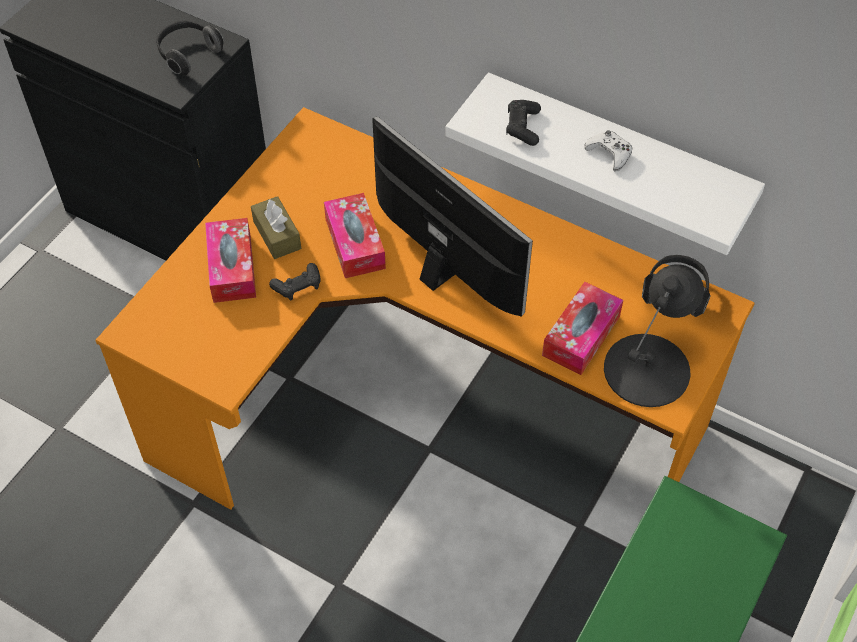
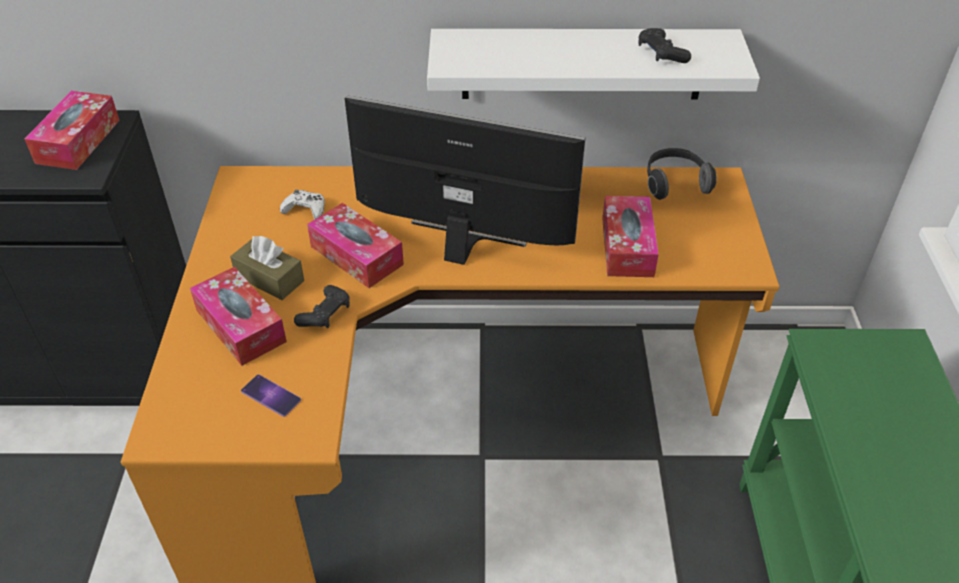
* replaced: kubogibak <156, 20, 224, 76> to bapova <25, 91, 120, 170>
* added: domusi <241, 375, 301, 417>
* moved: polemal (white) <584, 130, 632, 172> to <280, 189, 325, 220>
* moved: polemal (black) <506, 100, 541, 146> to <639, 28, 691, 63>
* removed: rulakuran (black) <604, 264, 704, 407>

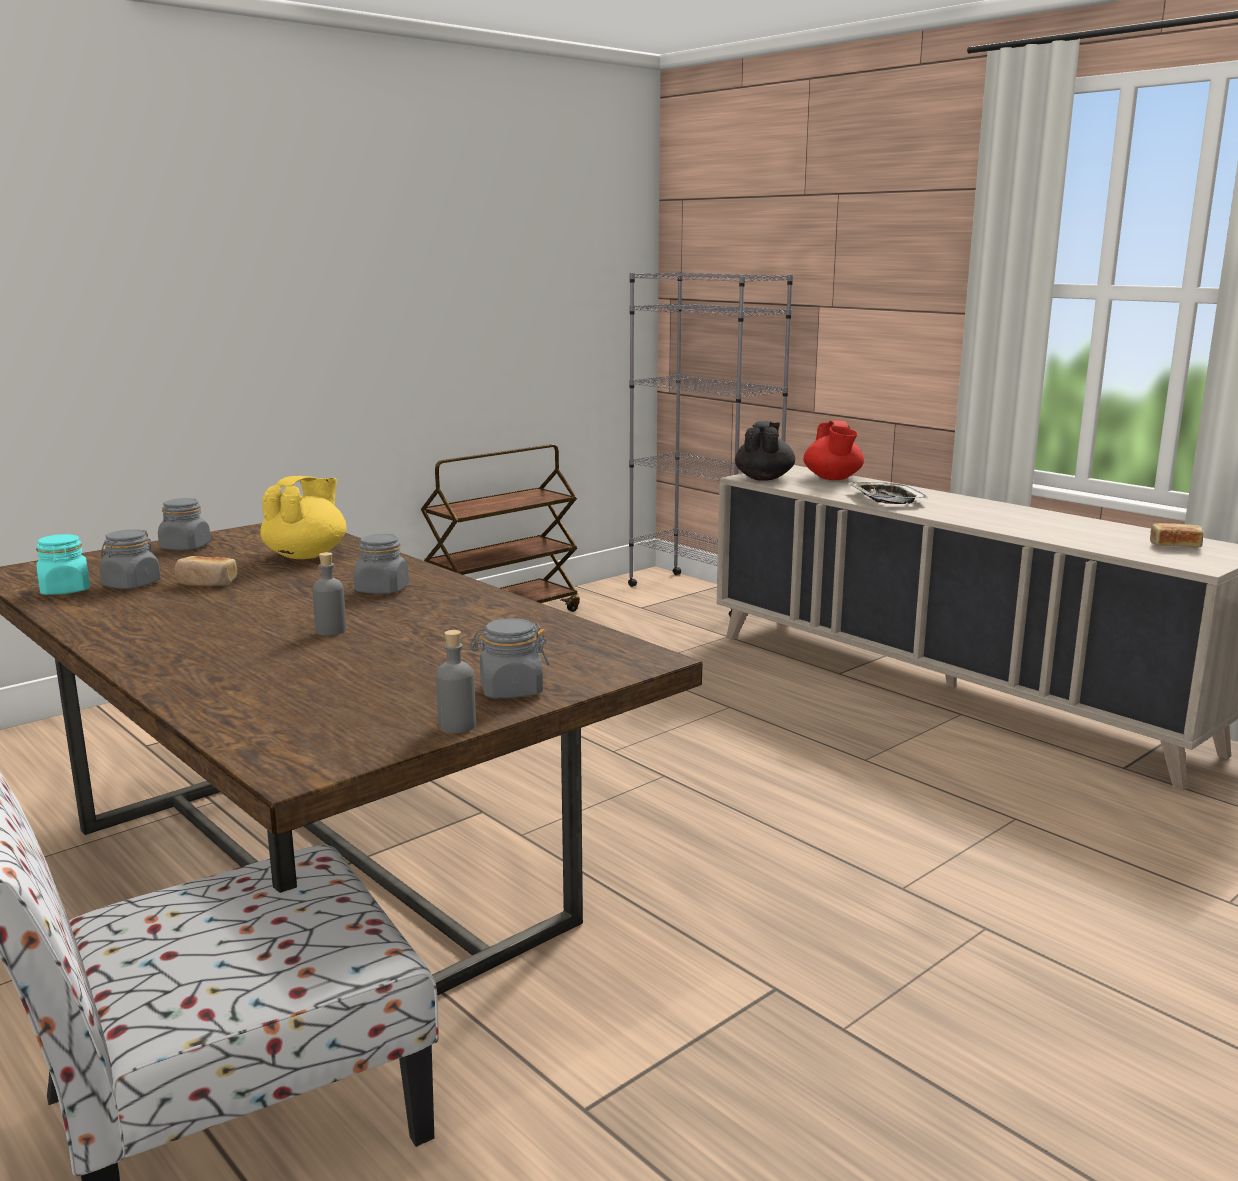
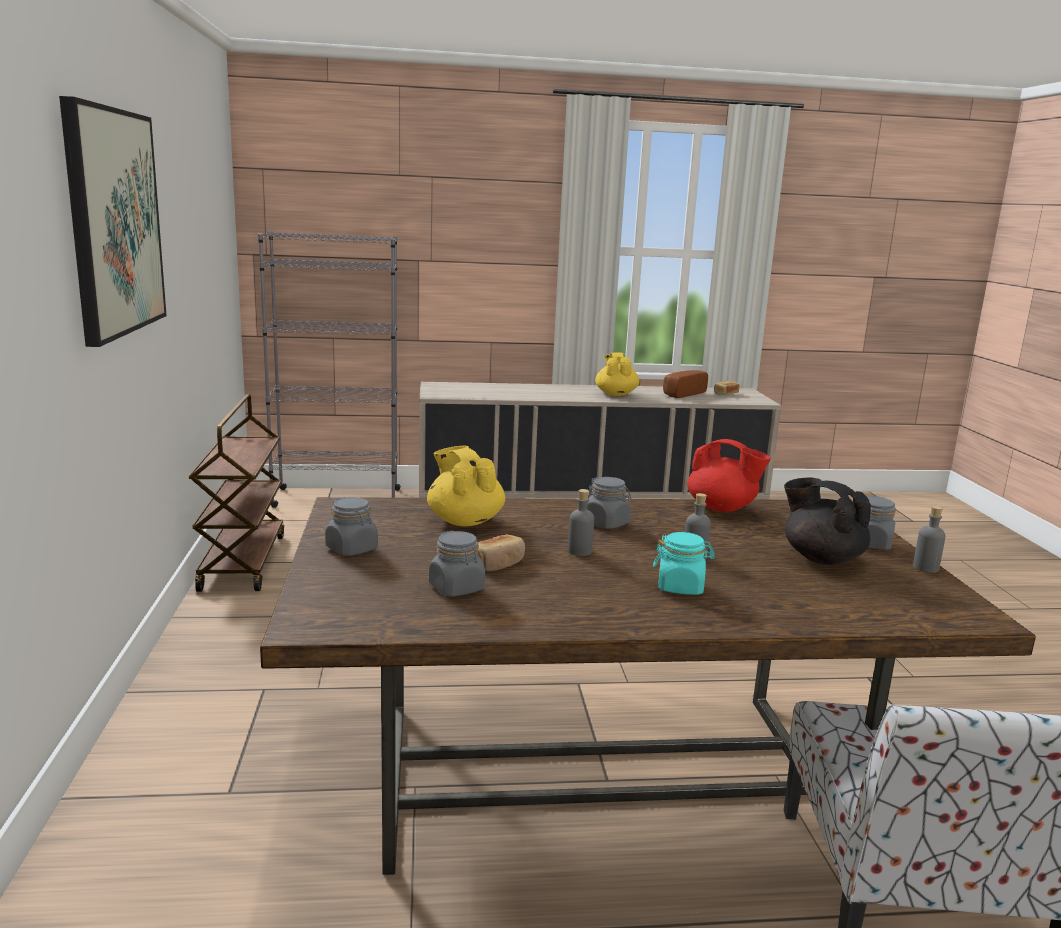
* added: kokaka <59, 96, 167, 347>
* added: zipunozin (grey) <568, 489, 594, 556>
* added: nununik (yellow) <595, 352, 639, 396>
* moved: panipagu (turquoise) <36, 534, 90, 595> to <653, 532, 715, 595>
* added: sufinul <663, 370, 708, 398>
* moved: nununik (red) <803, 421, 864, 480> to <687, 439, 771, 512>
* moved: nununik (black) <735, 421, 795, 481> to <784, 477, 871, 565>
* removed: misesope <848, 482, 928, 504>

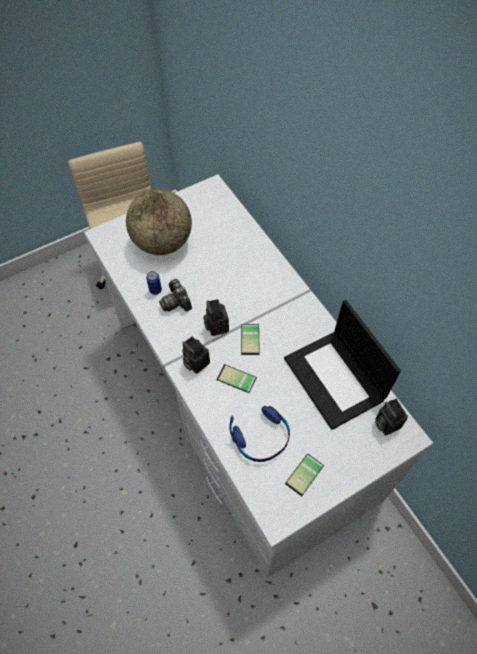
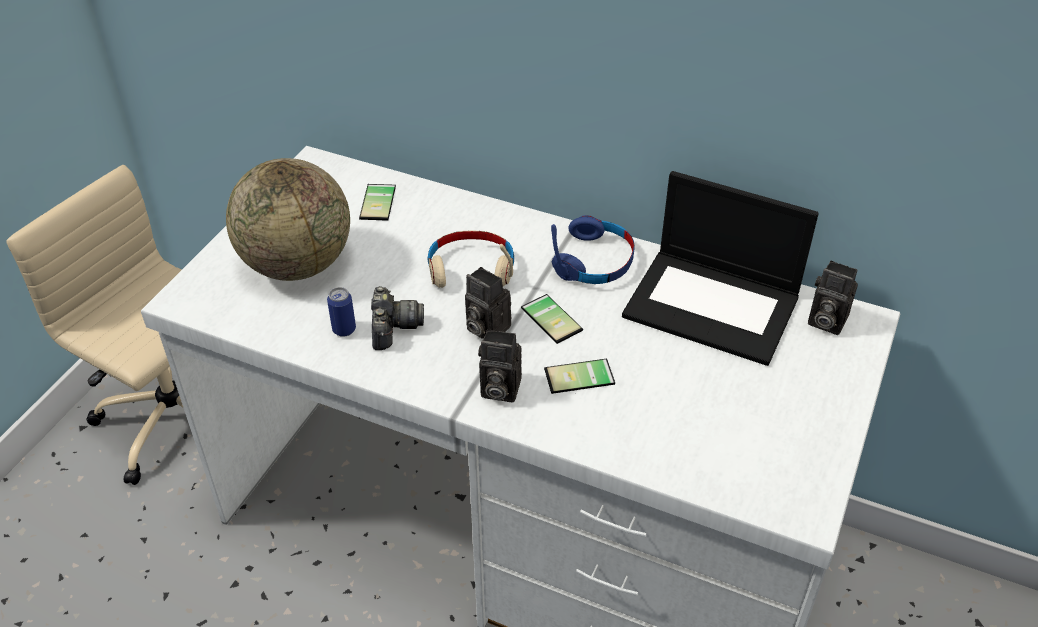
* moved: domusi <285, 453, 324, 496> to <359, 184, 396, 221>
* turned: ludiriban <159, 279, 192, 311> = <371, 286, 424, 350> 120 degrees counterclockwise
* added: kubogibak (beige) <428, 231, 514, 288>
* moved: kubogibak (blue) <229, 406, 290, 462> to <551, 215, 635, 284>

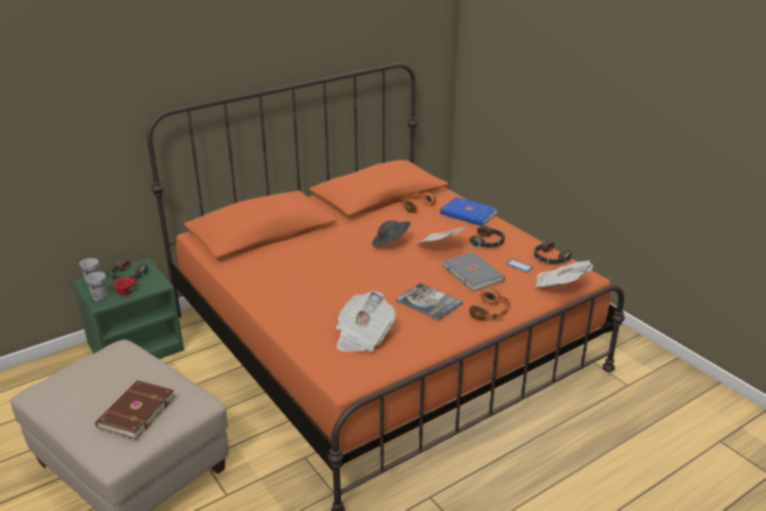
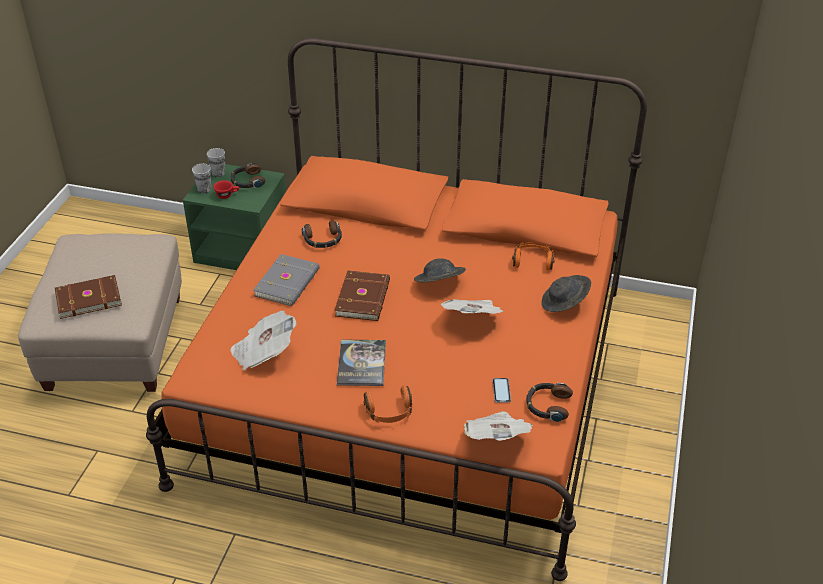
* moved: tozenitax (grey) <443, 252, 505, 292> to <253, 254, 320, 306>
* moved: kubogibak <469, 225, 505, 247> to <302, 220, 342, 248>
* added: tozenitax (brown) <335, 270, 390, 321>
* replaced: tozenitax (blue) <440, 197, 498, 226> to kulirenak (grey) <542, 275, 591, 312>

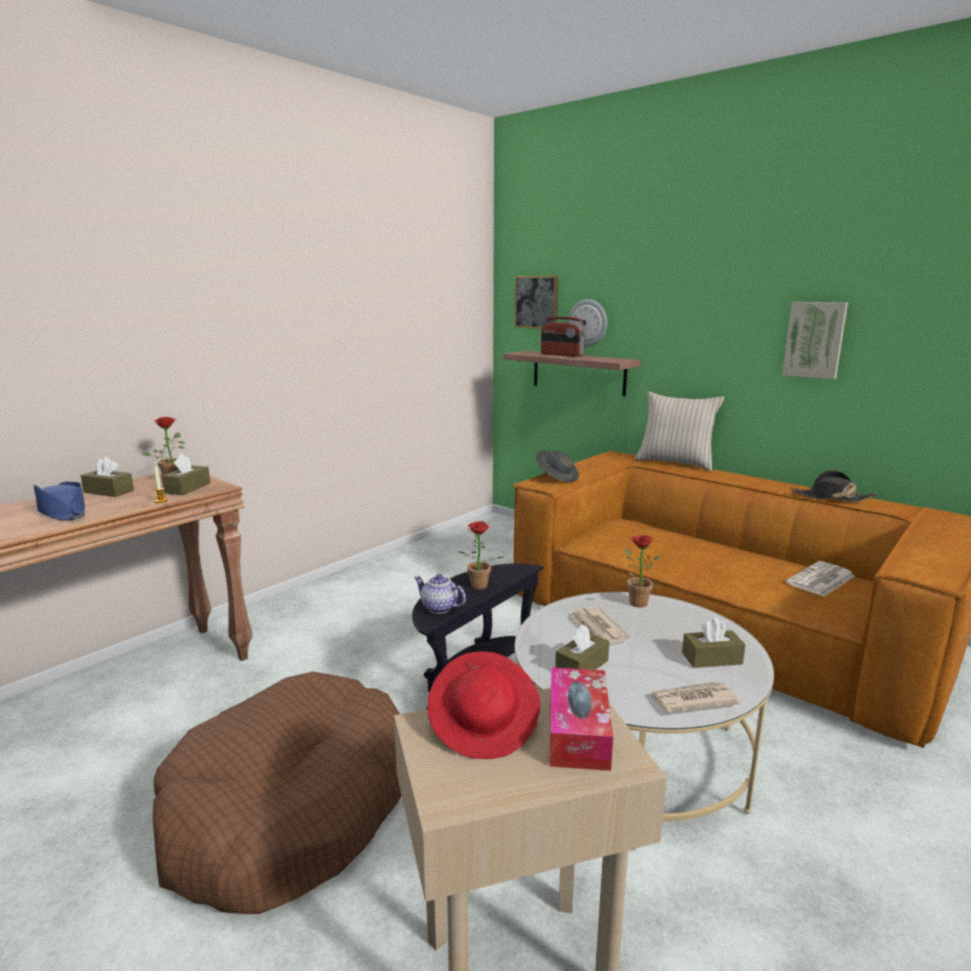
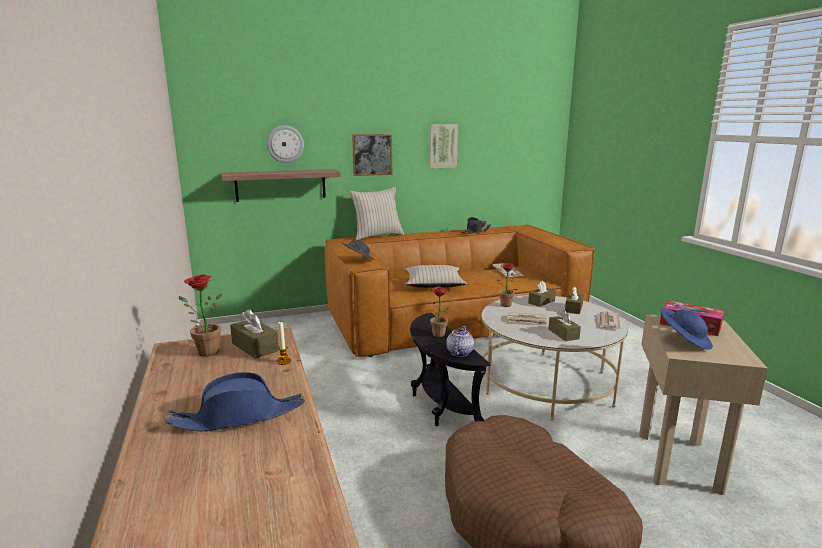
* moved: kokaka <514, 276, 558, 329> to <352, 134, 392, 176>
* added: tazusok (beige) <405, 265, 467, 288>
* turned: nununik <414, 574, 466, 614> = <446, 326, 474, 357> 135 degrees clockwise
* moved: bapova (brown) <81, 456, 134, 497> to <528, 281, 556, 307>
* recoloured: kulirenak (red) <428, 651, 540, 759> to kulirenak (blue) <661, 308, 713, 350>
* removed: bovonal <541, 317, 586, 357>

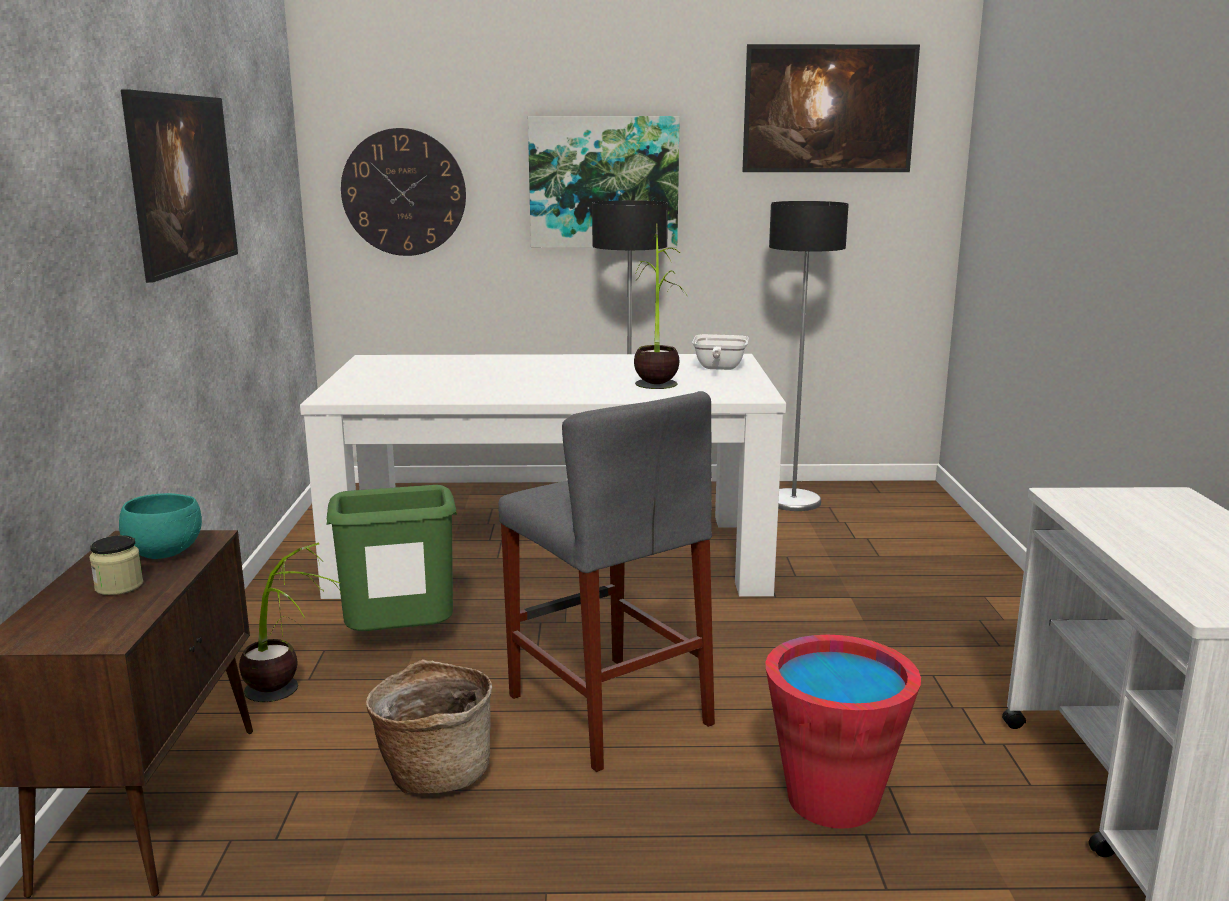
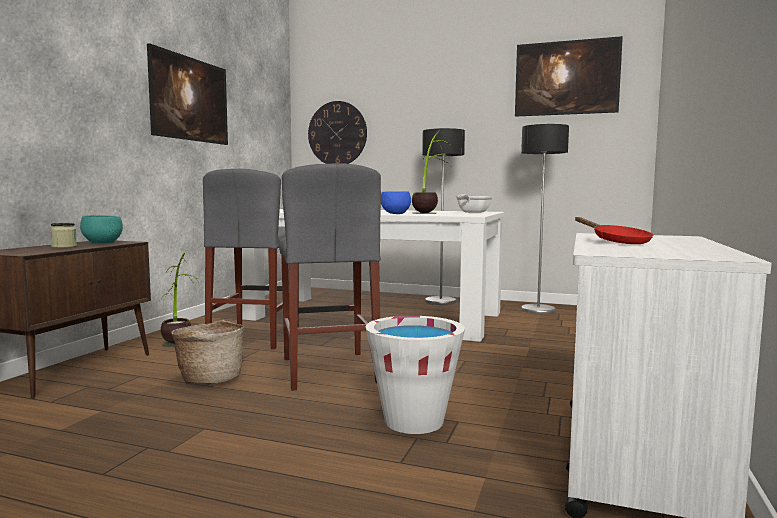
* replaced: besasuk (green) <326, 485, 457, 631> to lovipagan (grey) <203, 169, 299, 349>
* recoloured: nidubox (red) <765, 635, 921, 829> to nidubox (white) <366, 316, 465, 434>
* added: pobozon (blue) <381, 191, 411, 214>
* added: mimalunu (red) <575, 217, 653, 244>
* removed: kokaka <528, 116, 680, 248>

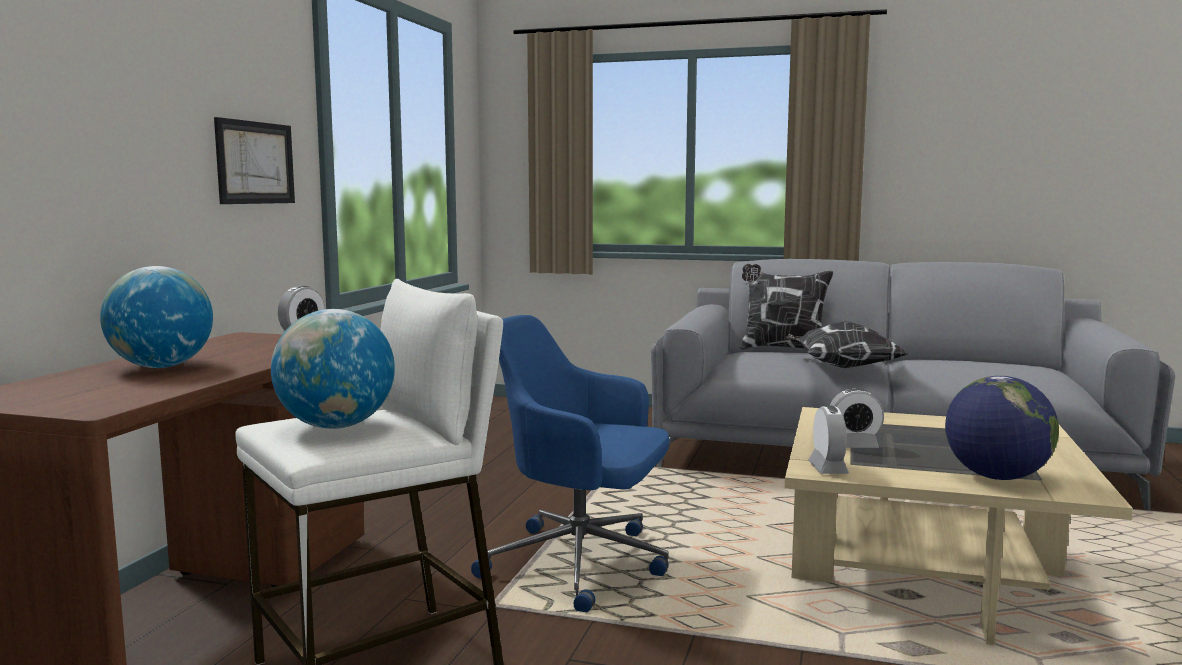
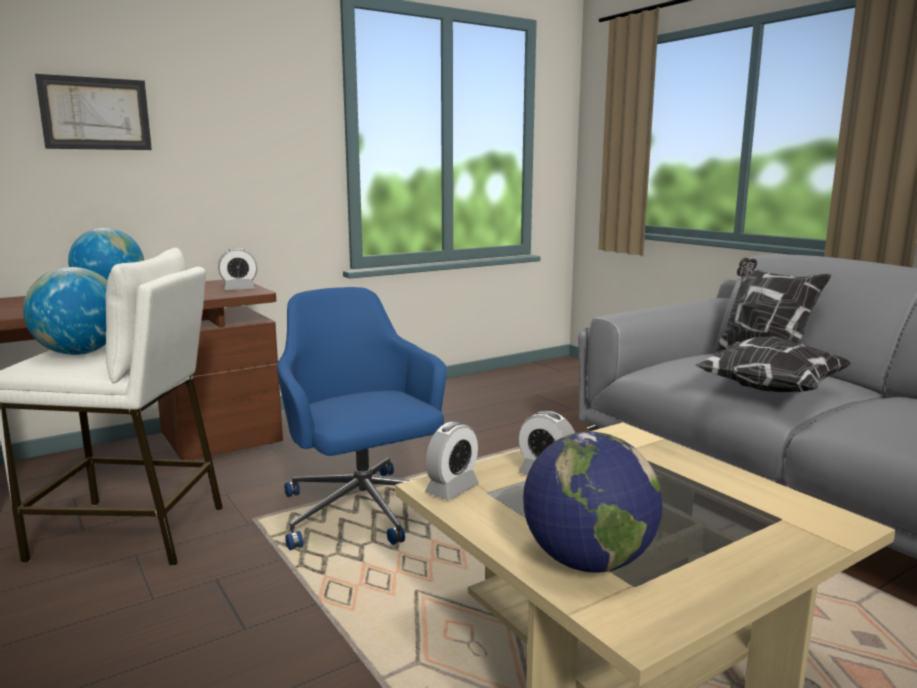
* moved: kokaka <214, 117, 295, 204> to <35, 74, 152, 150>

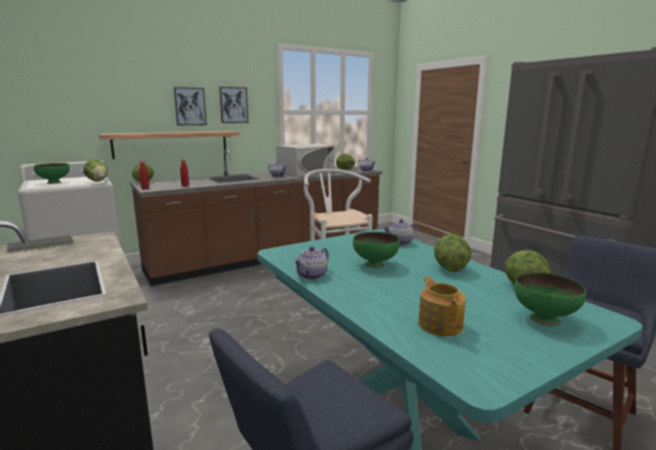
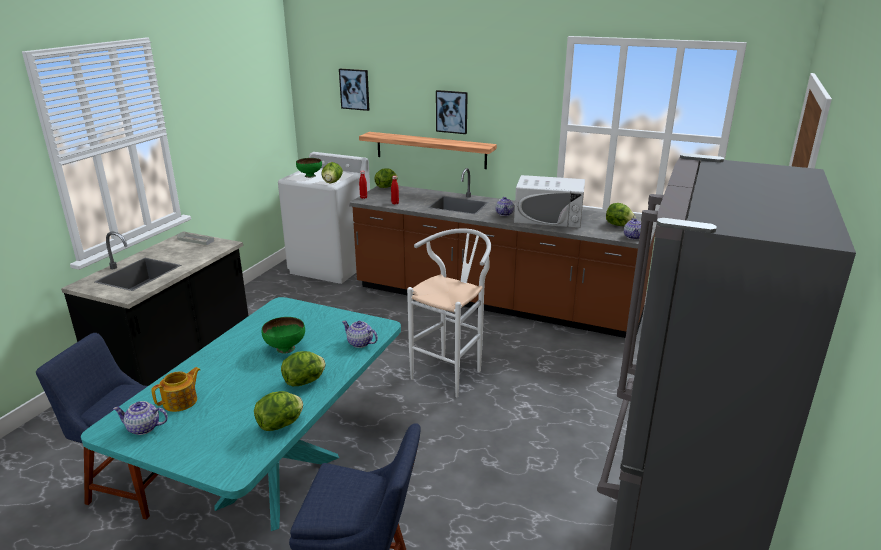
* moved: nununik <294, 246, 329, 280> to <113, 401, 168, 435>
* moved: kokaka <219, 87, 248, 123> to <339, 69, 369, 111>
* removed: pobozon (green) <514, 272, 586, 326>

